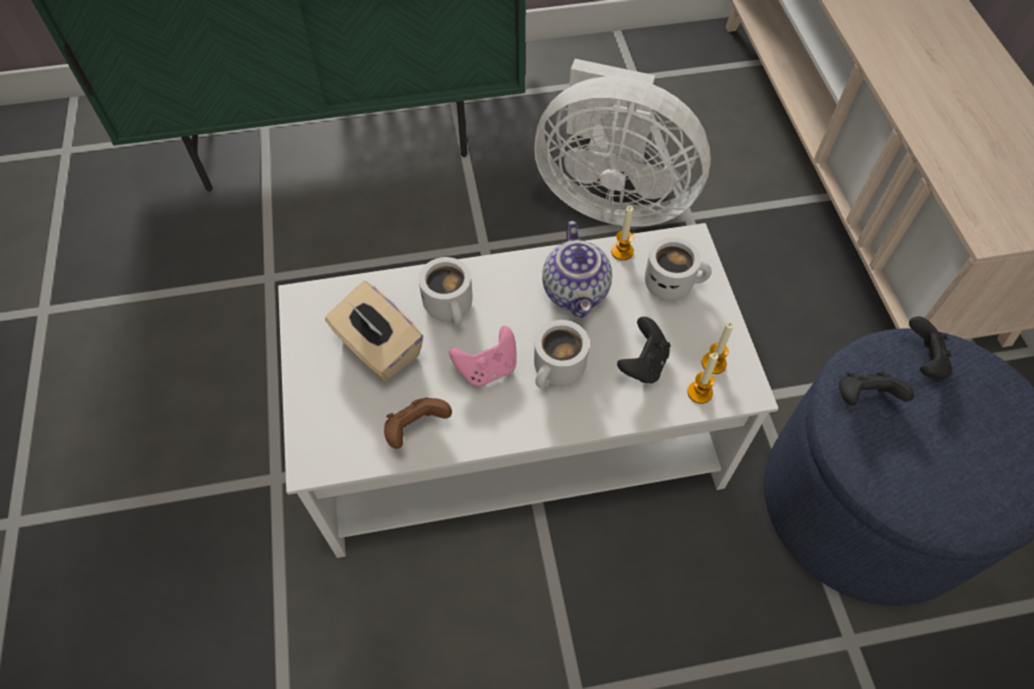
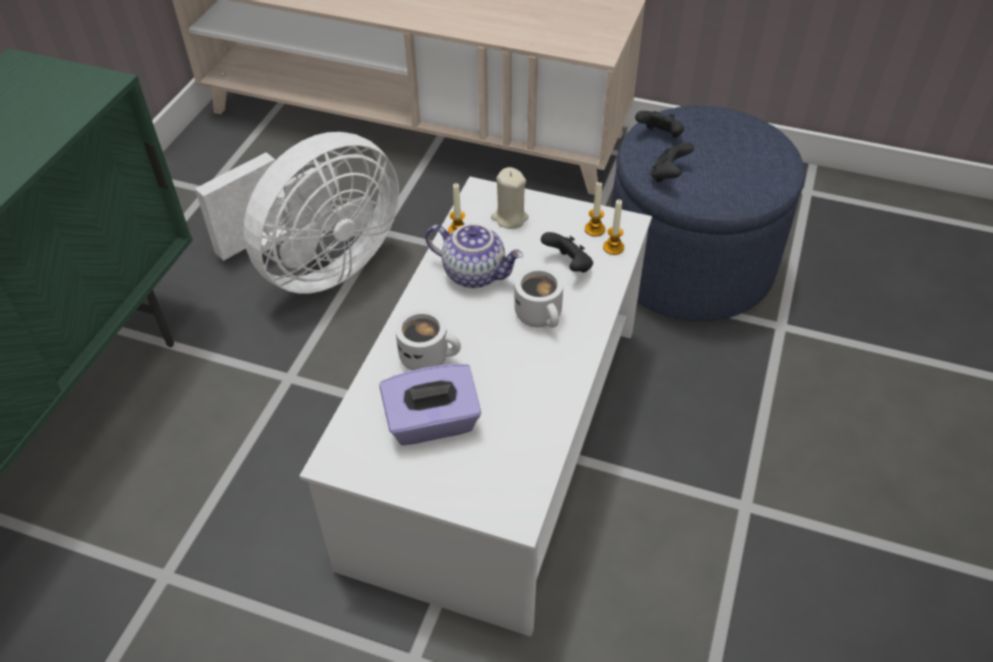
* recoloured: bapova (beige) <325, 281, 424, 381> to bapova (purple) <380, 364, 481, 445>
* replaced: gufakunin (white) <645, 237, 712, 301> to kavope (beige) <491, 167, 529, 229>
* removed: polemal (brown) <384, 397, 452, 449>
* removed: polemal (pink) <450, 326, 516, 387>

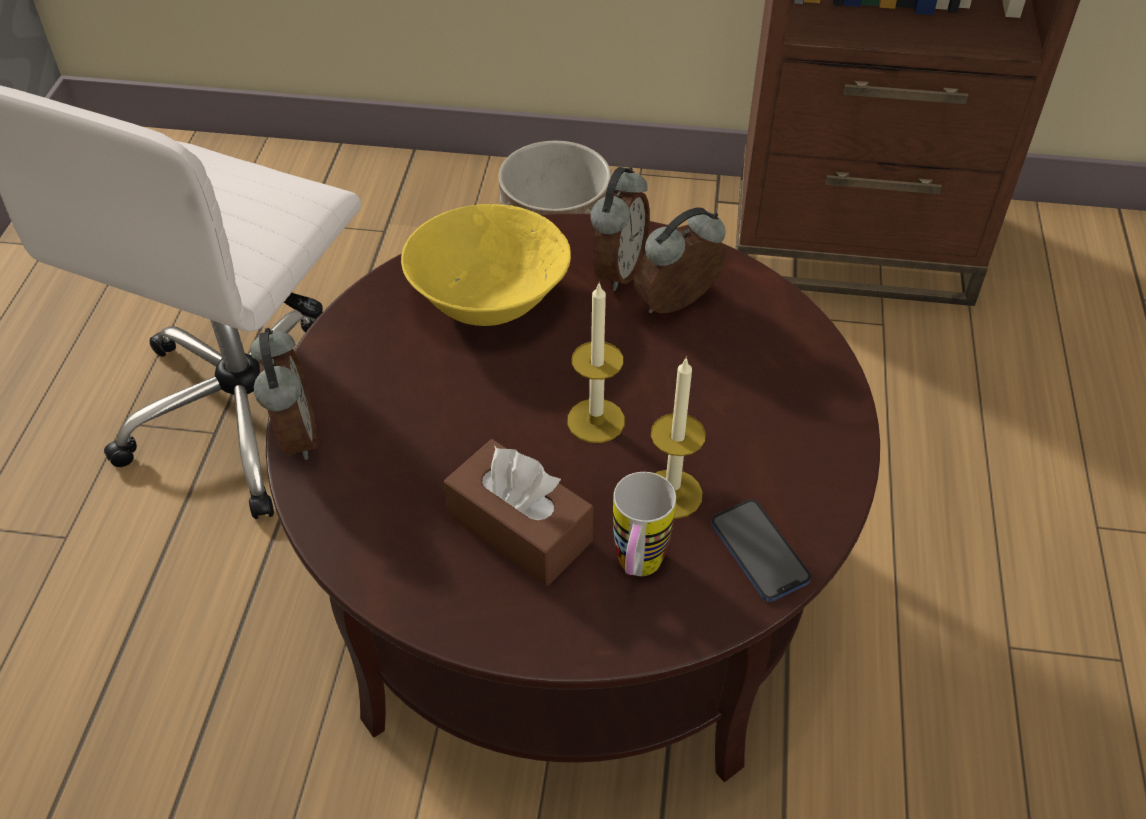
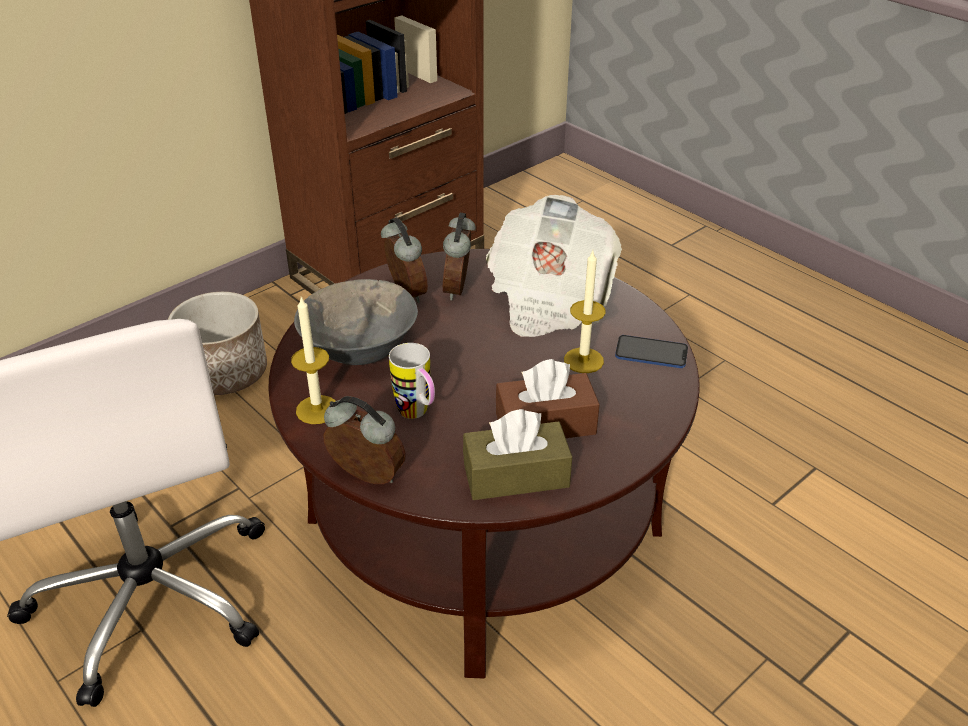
* moved: kavope <567, 283, 625, 443> to <291, 297, 336, 424>
* recoloured: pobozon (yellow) <401, 204, 571, 326> to pobozon (grey) <294, 279, 418, 365>
* moved: gufakunin <613, 472, 676, 576> to <389, 343, 435, 419>
* added: bapova (brown) <463, 409, 572, 500>
* added: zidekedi <486, 195, 622, 337>

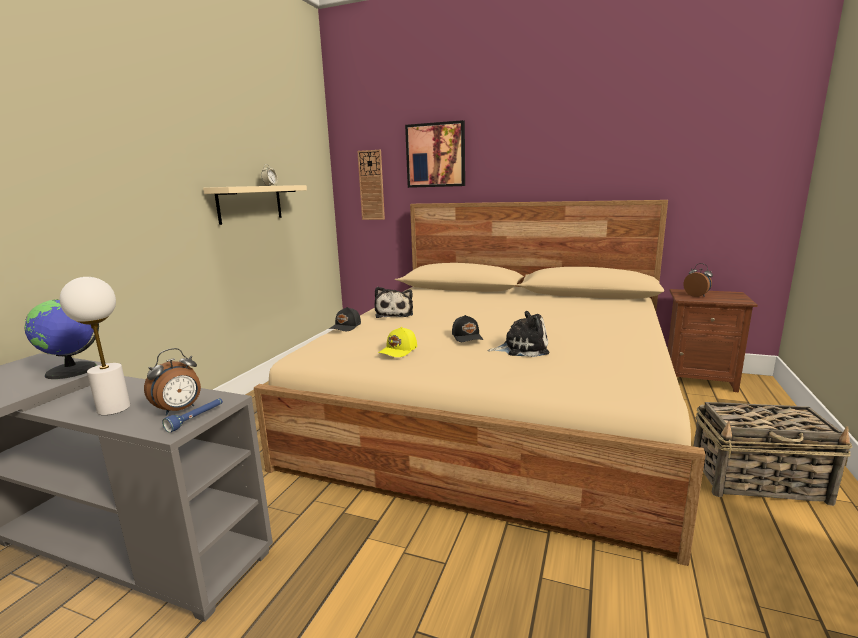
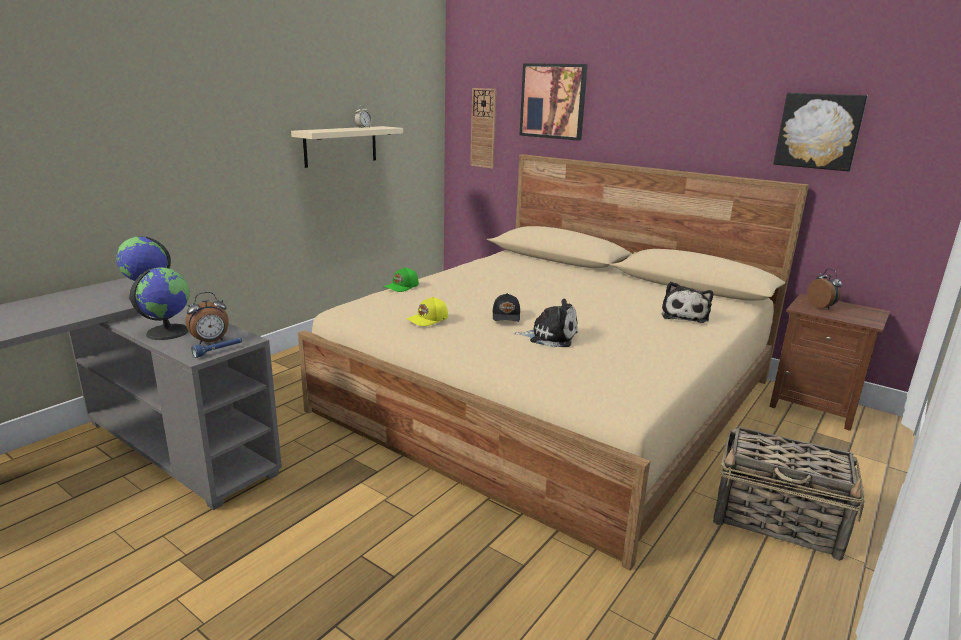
* replaced: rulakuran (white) <60, 277, 130, 415> to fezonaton <130, 267, 190, 340>
* recoloured: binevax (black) <329, 307, 361, 331> to binevax (green) <384, 267, 419, 292>
* moved: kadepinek <375, 287, 413, 318> to <661, 282, 713, 323>
* added: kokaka <773, 93, 868, 171>

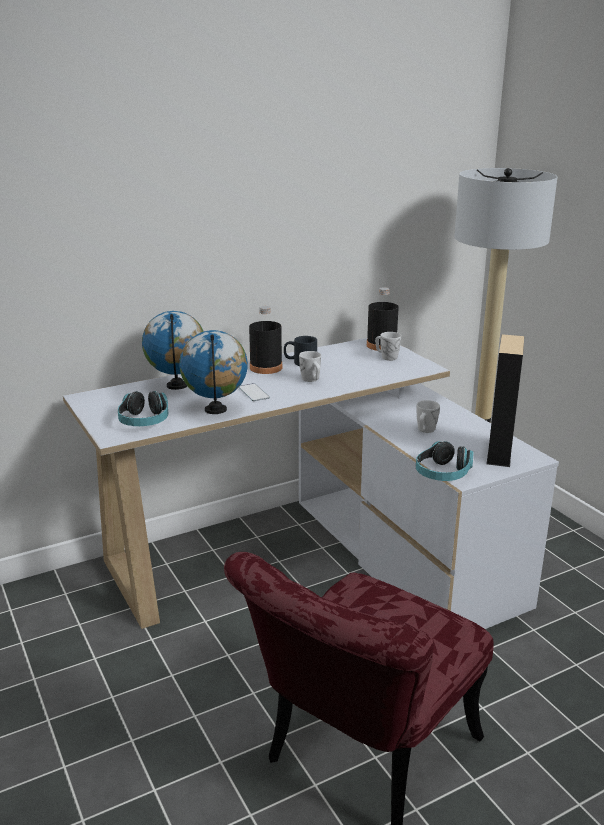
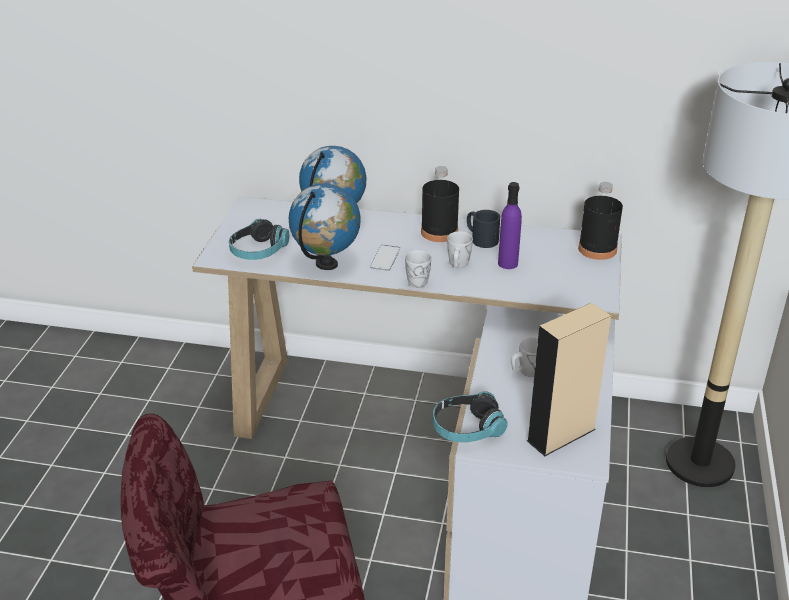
* moved: gufakunin (white) <375, 332, 401, 361> to <405, 250, 431, 288>
* added: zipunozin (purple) <498, 182, 522, 269>

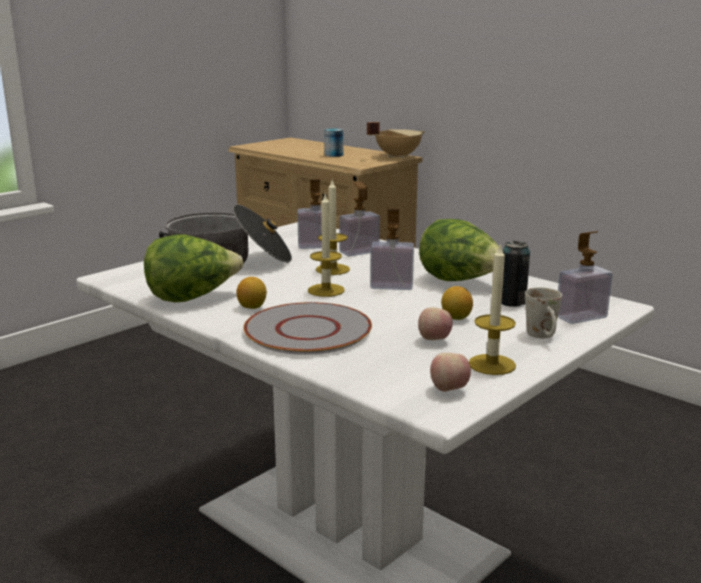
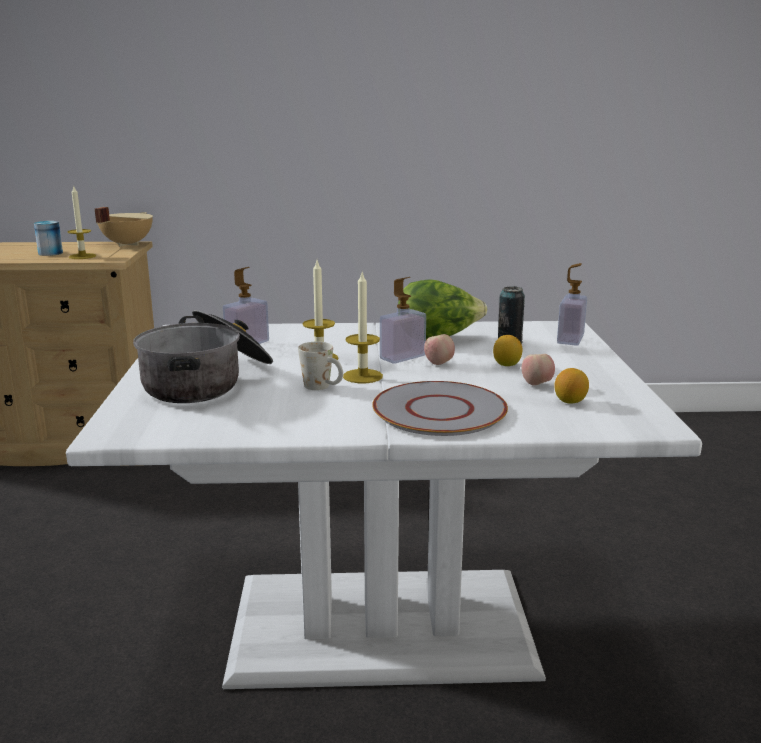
* moved: kavope <469, 243, 516, 375> to <67, 185, 96, 259>
* moved: gufakunin (white) <525, 287, 562, 338> to <298, 342, 343, 390>
* moved: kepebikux <430, 353, 471, 392> to <424, 334, 455, 365>
* moved: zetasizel <236, 277, 267, 309> to <554, 368, 589, 404>
* removed: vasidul <144, 234, 243, 302>
* removed: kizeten <339, 182, 380, 257>

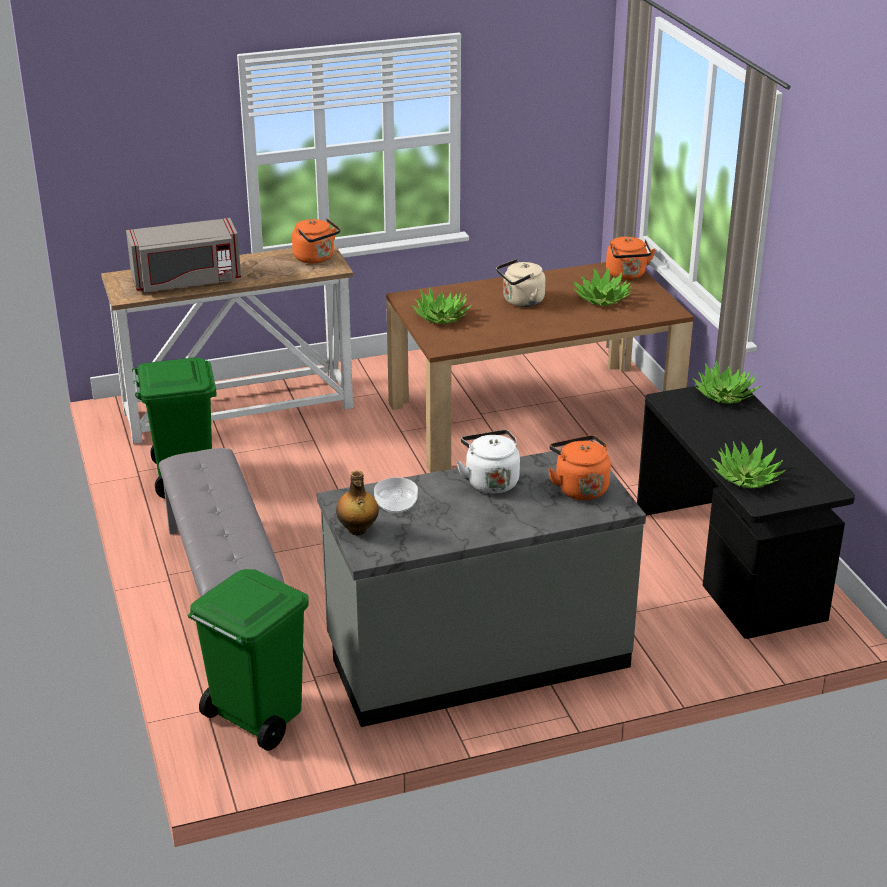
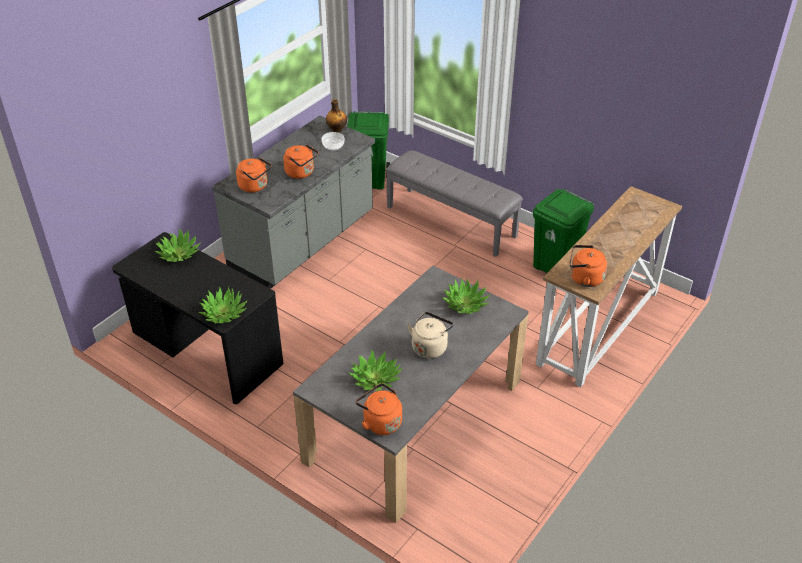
* recoloured: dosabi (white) <456, 430, 520, 494> to dosabi (orange) <283, 144, 319, 179>
* recoloured: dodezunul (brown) <386, 262, 694, 473> to dodezunul (grey) <293, 266, 529, 523>
* removed: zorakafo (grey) <126, 218, 241, 292>

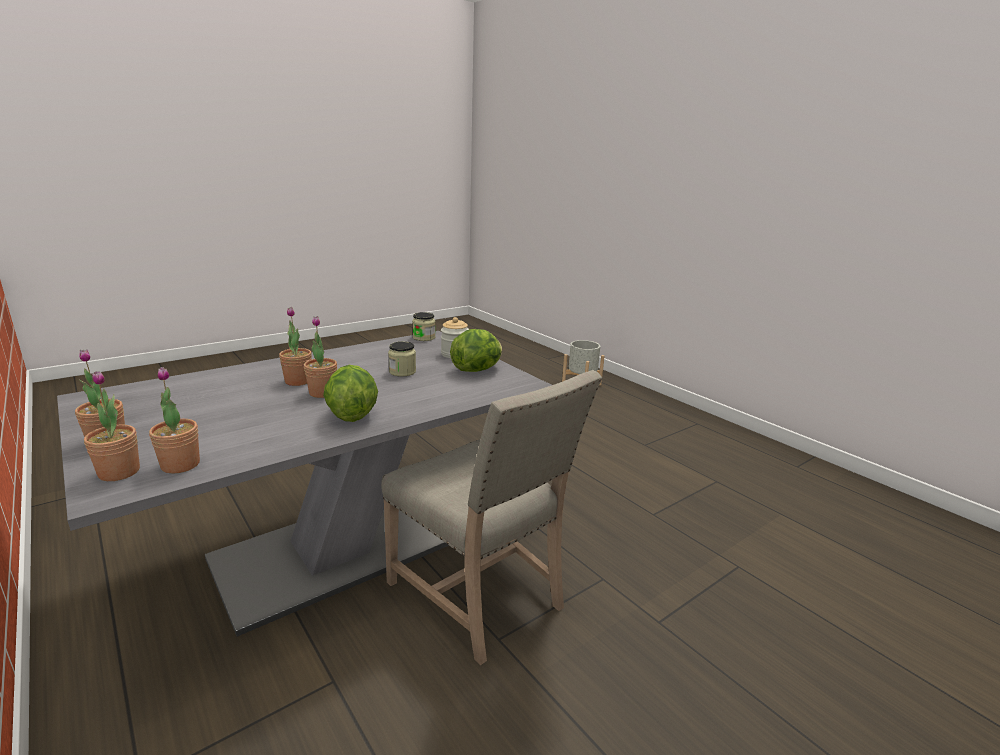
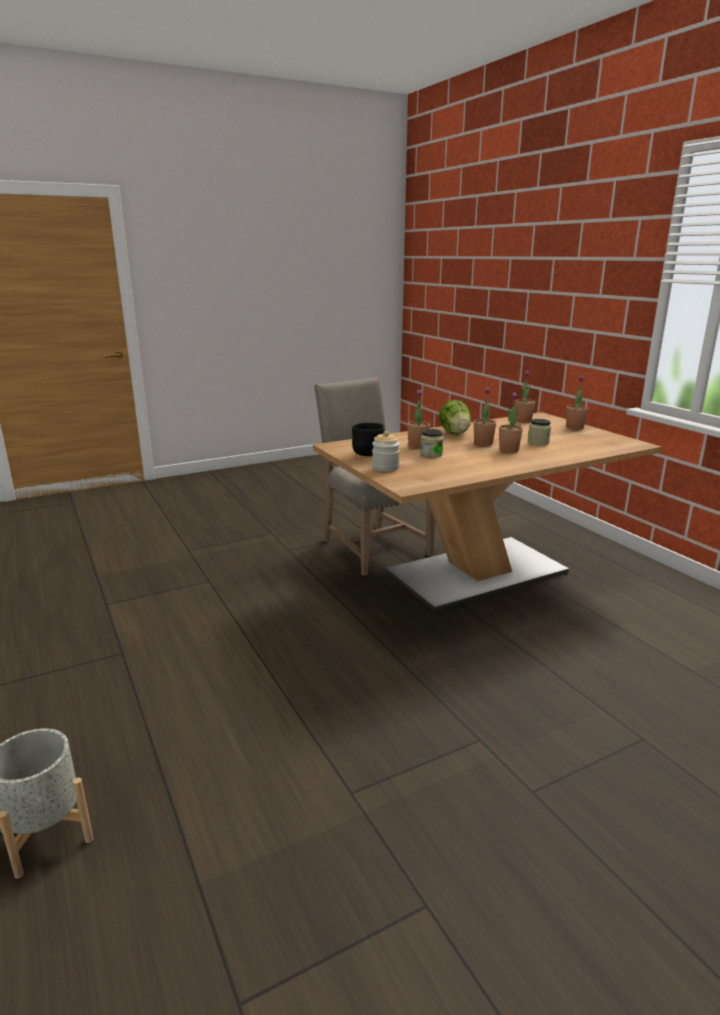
* recoloured: dodezunul (grey) <57, 331, 552, 637> to dodezunul (brown) <313, 412, 662, 612>
* replaced: vasidul <450, 329, 502, 372> to pobozon (black) <352, 423, 384, 456>
* moved: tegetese <84, 371, 140, 481> to <407, 389, 430, 449>
* moved: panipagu <412, 312, 435, 341> to <528, 419, 551, 445>

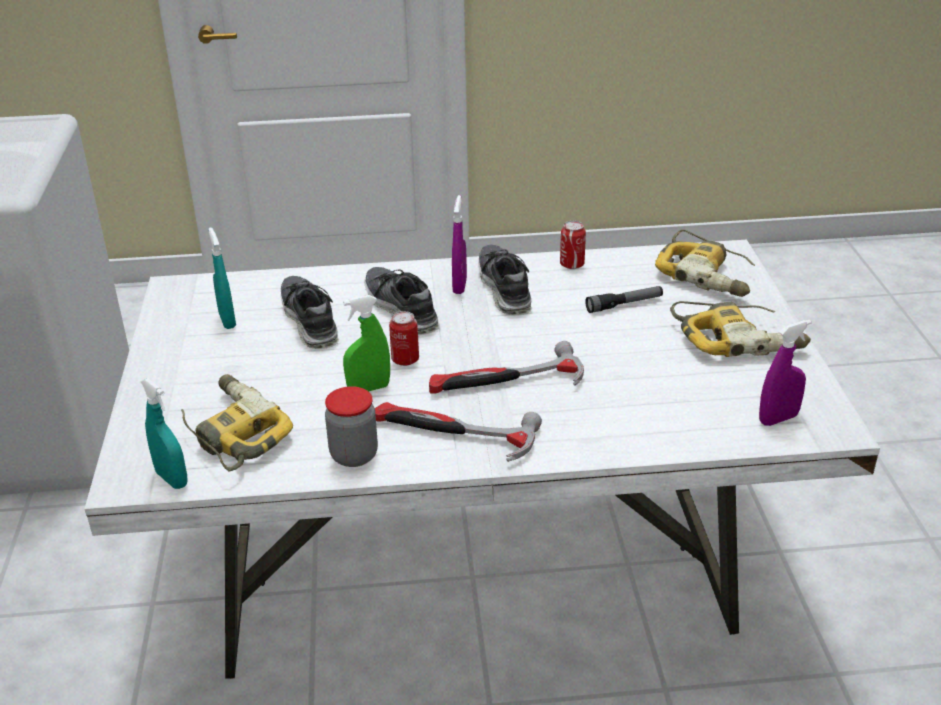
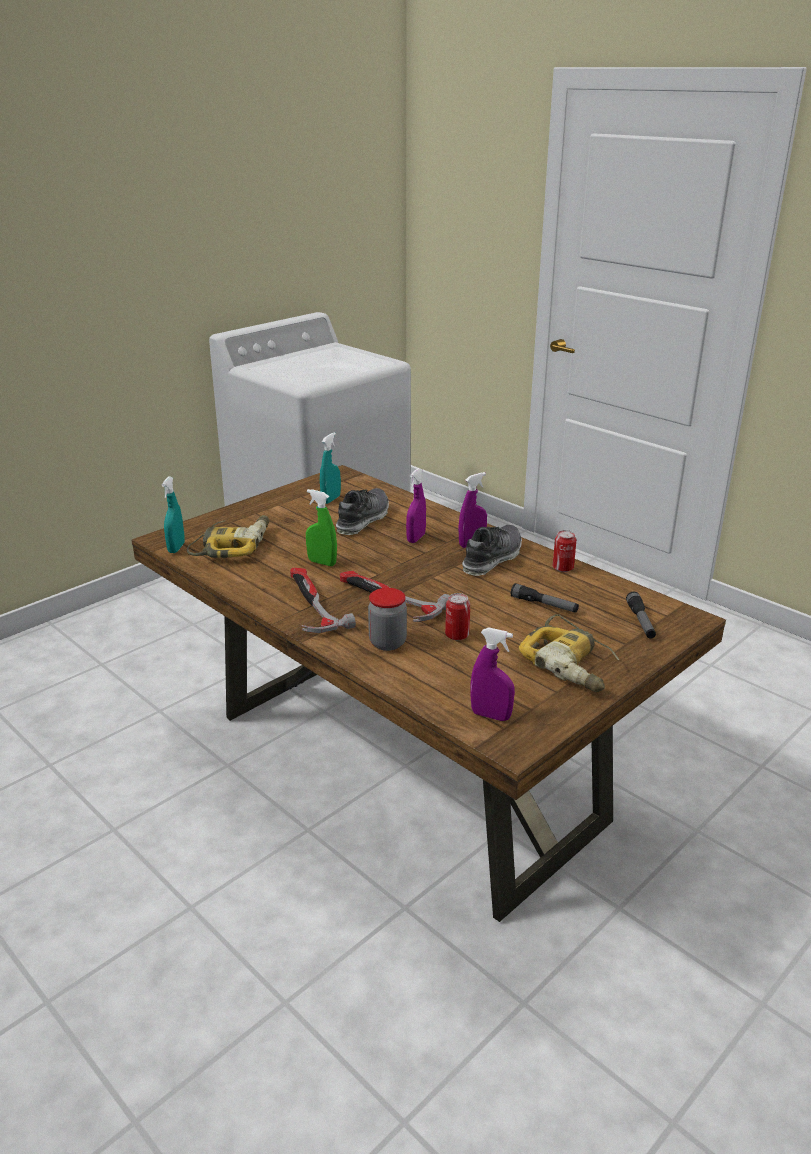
* recoloured: dodezunul (white) <84, 240, 880, 679> to dodezunul (brown) <132, 465, 726, 922>
* moved: panipagu <325, 386, 378, 467> to <368, 588, 407, 651>
* replaced: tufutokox <364, 267, 440, 335> to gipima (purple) <406, 468, 426, 543>
* moved: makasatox <389, 311, 419, 366> to <445, 593, 470, 640>
* replaced: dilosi <655, 230, 755, 297> to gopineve <626, 592, 656, 639>

